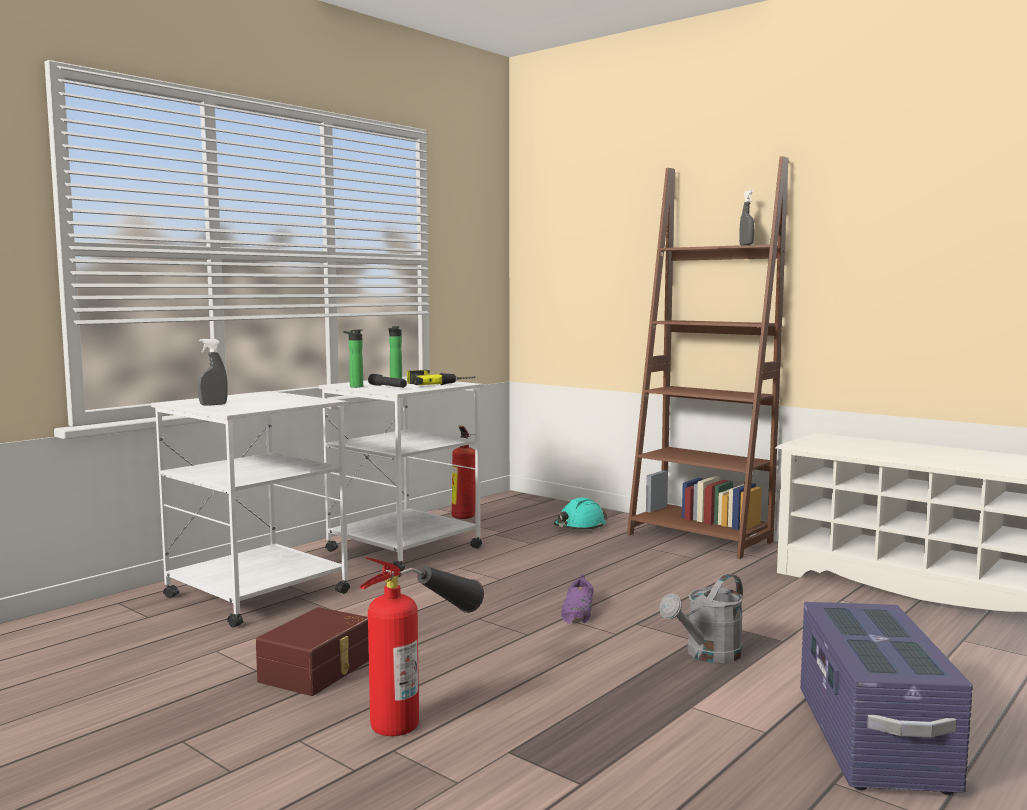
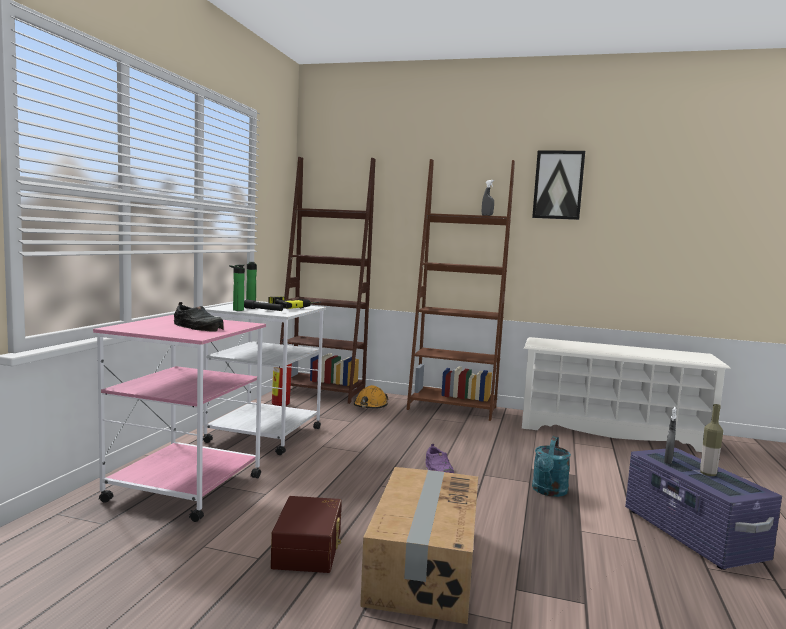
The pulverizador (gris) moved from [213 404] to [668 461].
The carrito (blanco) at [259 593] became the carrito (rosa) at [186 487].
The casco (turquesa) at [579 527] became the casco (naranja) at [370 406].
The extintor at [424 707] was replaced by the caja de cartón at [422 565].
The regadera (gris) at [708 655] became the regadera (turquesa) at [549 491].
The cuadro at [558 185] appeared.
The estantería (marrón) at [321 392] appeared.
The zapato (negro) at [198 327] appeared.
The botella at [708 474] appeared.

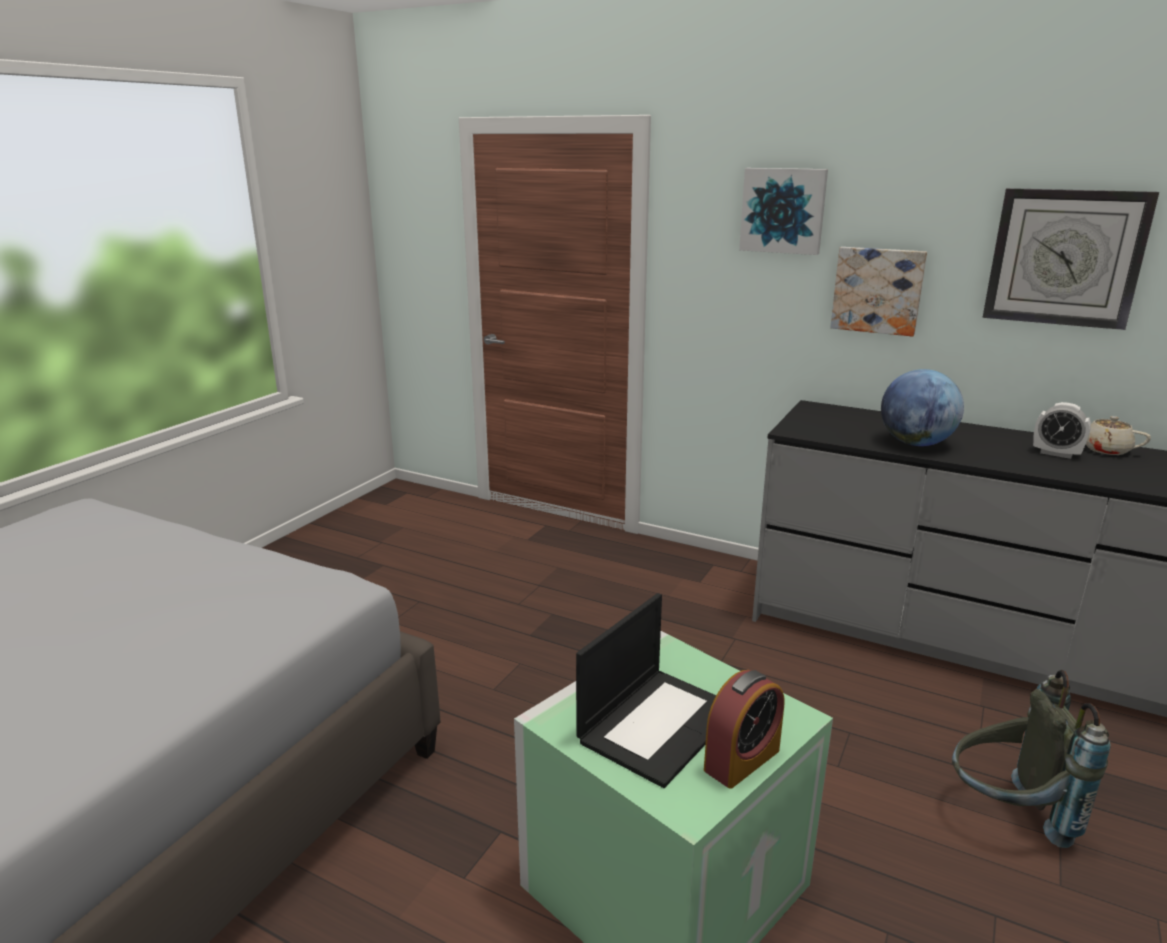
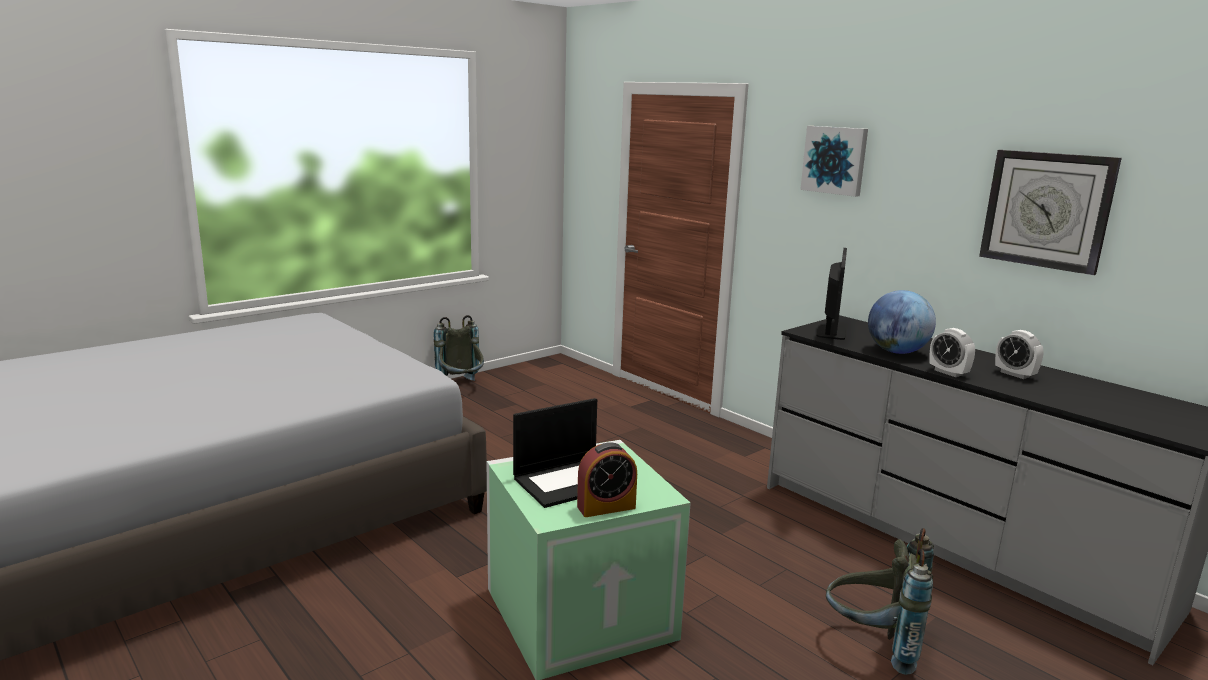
The cuadro at [878 290] disappeared.
The tetera (beis) at [1104 449] disappeared.
The monitor at [831 332] appeared.
The mochila (gris) at [461 387] appeared.
The despertador at [948 372] appeared.

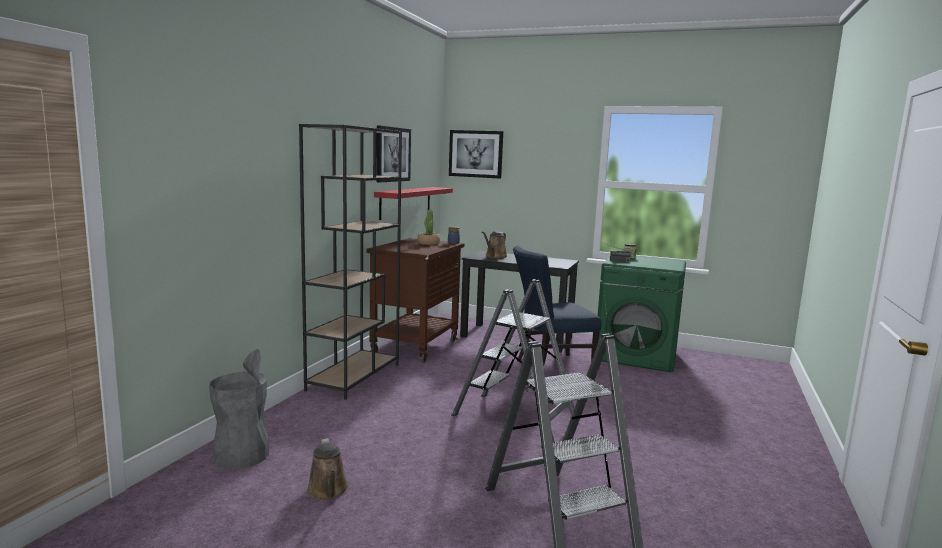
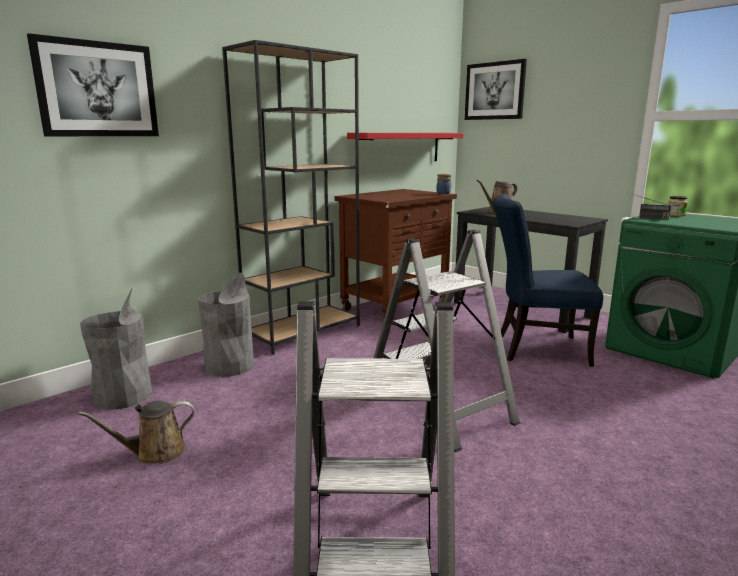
The cuadro moved from [392 154] to [97 89].
The planta en maceta at [428 243] disappeared.
The regadera (marrón) at [328 491] turned 60 degrees clockwise.
The papelera (gris) at [229 366] appeared.

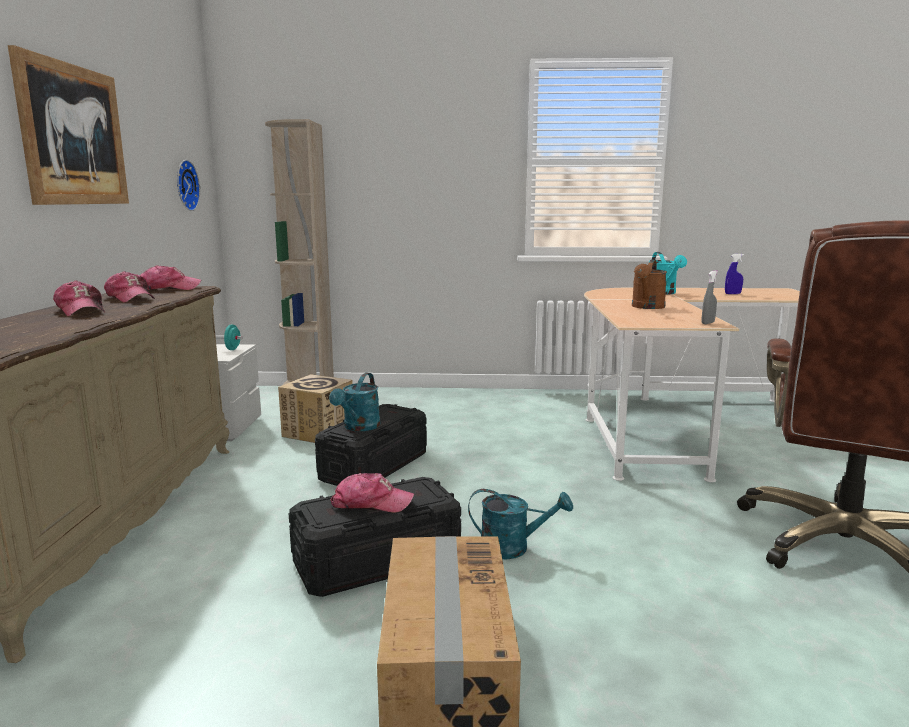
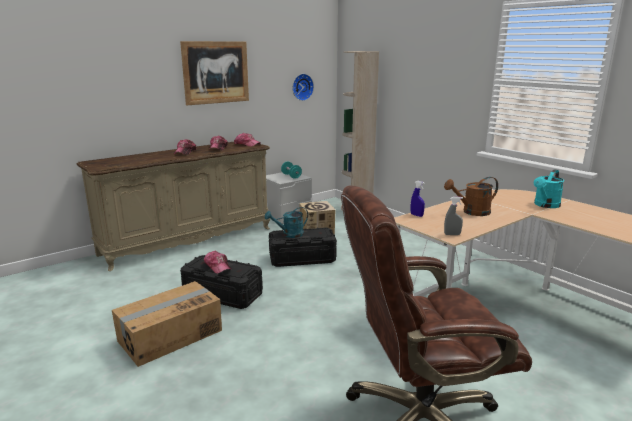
The pulverizador (azul) moved from [732 294] to [416 215].
The regadera (turquesa) at [513 548] disappeared.

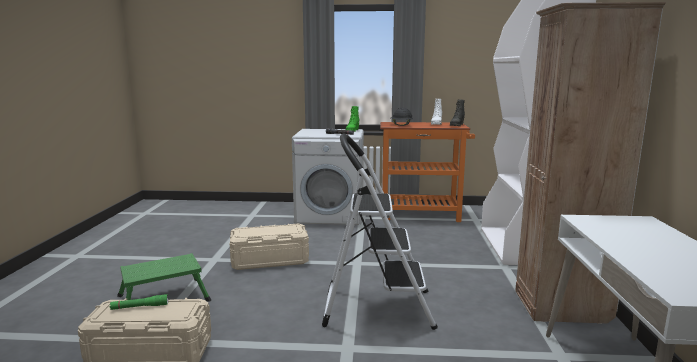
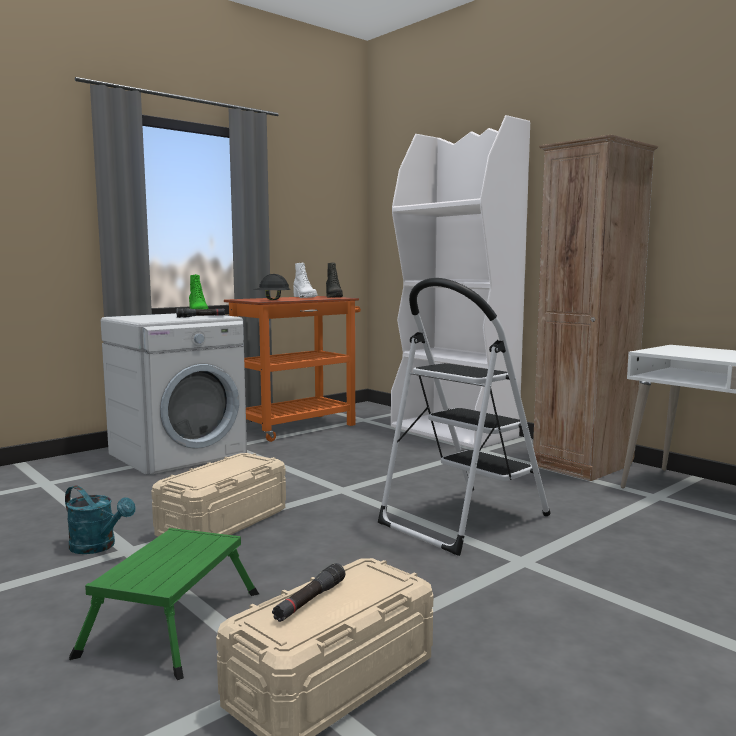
The linterna (verde) at [139 307] became the linterna (negro) at [309 601].
The regadera (turquesa) at [98 547] appeared.

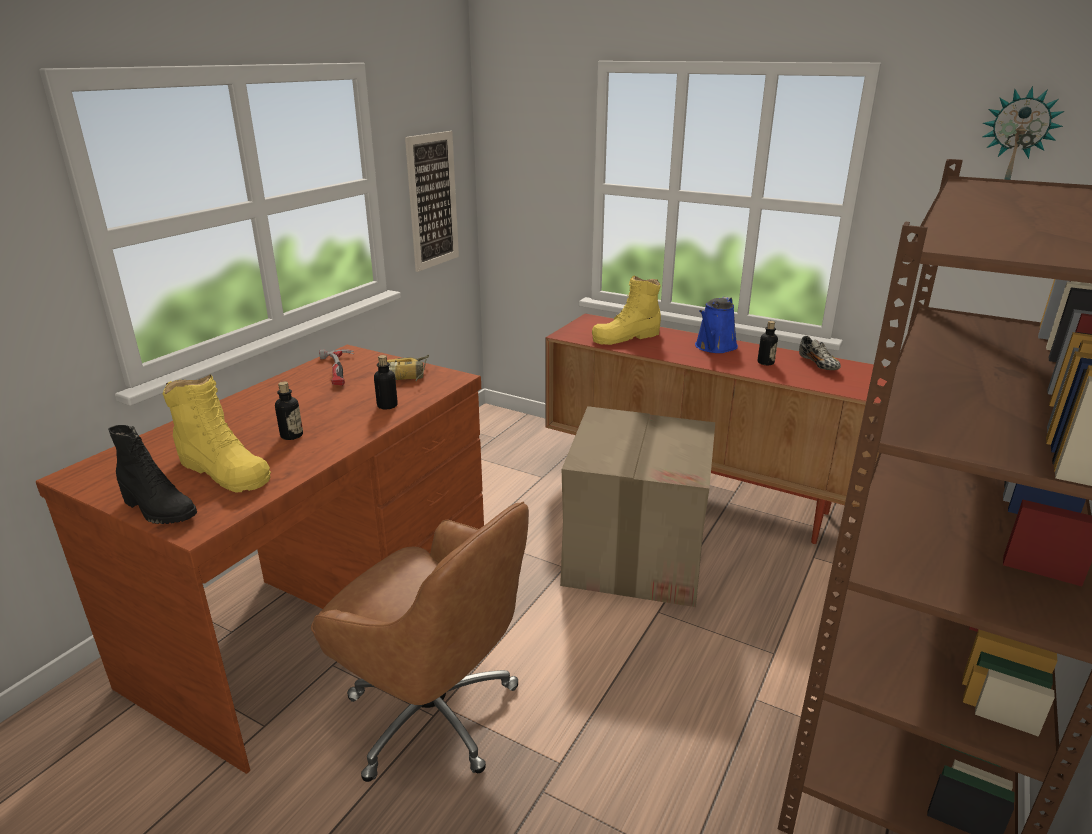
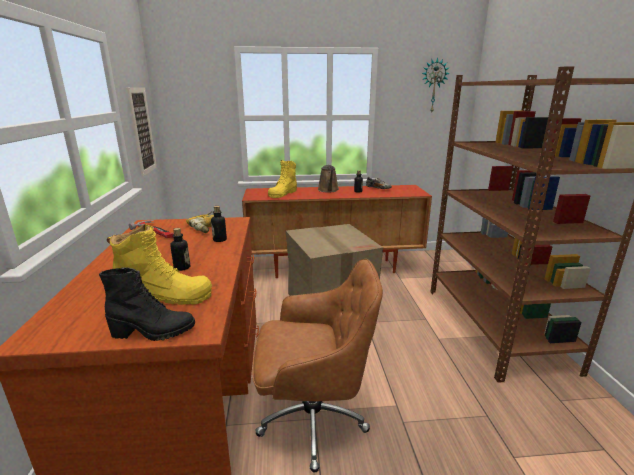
The regadera (azul) at [714 347] became the regadera (marrón) at [328 190].

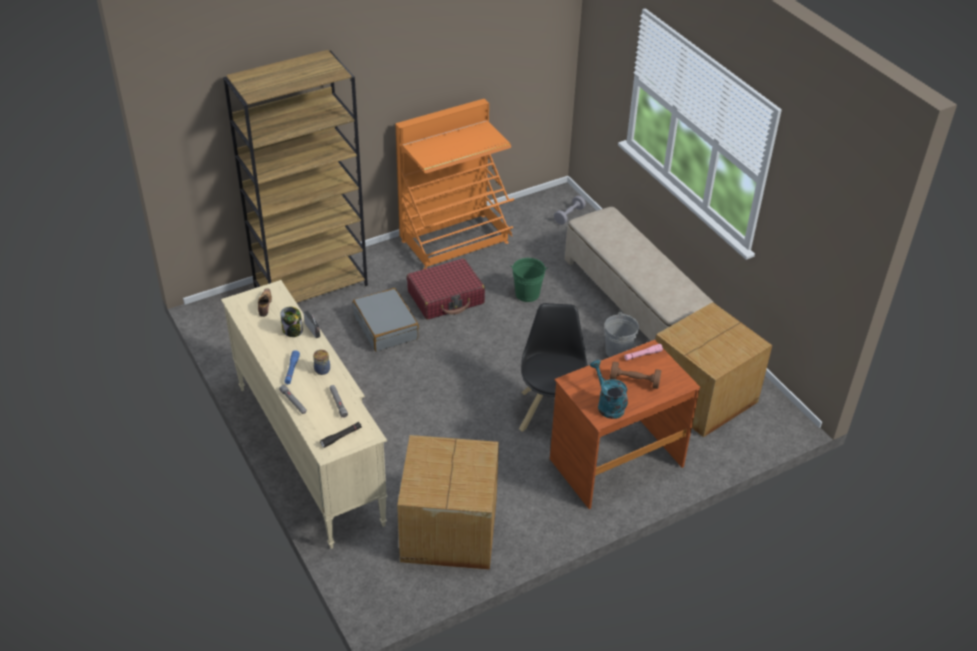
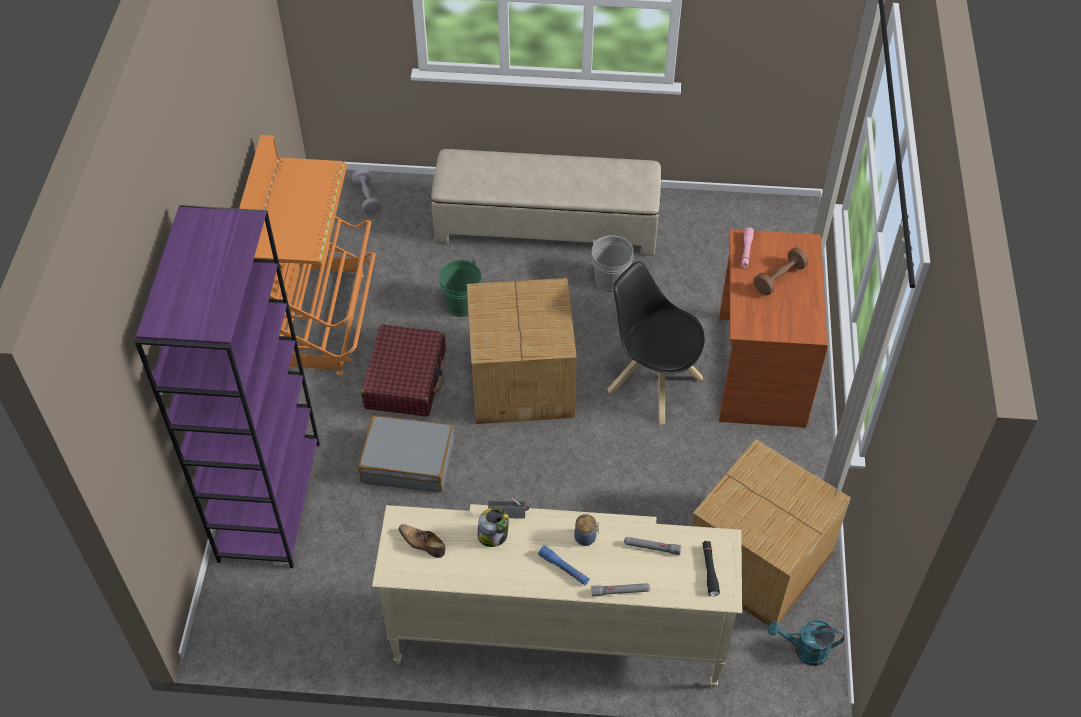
The estantería (marrón) at [311 285] became the estantería (morado) at [269 500].
The caja de cartón moved from [704 396] to [523 379].
The regadera (turquesa) moved from [607 405] to [804 650].

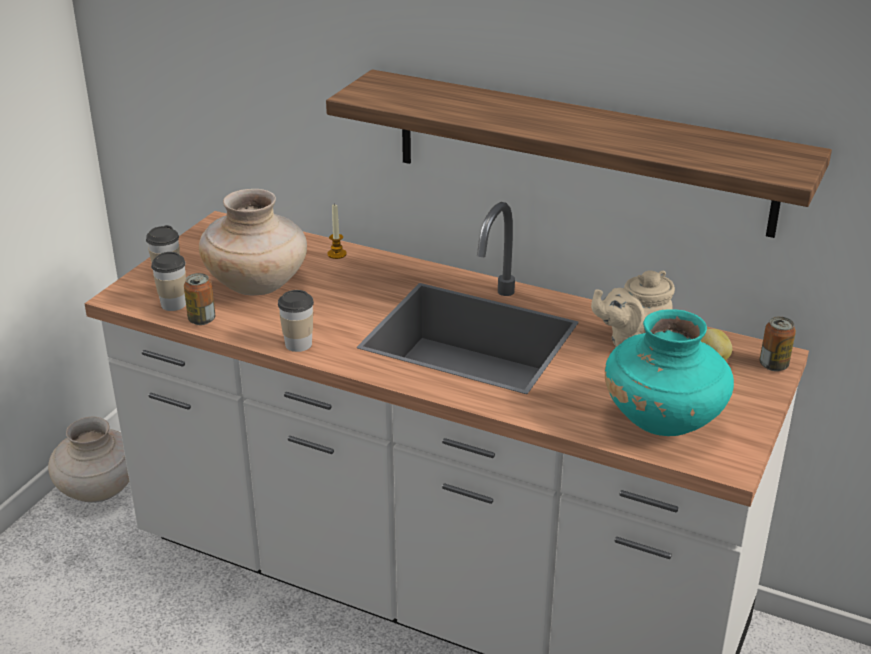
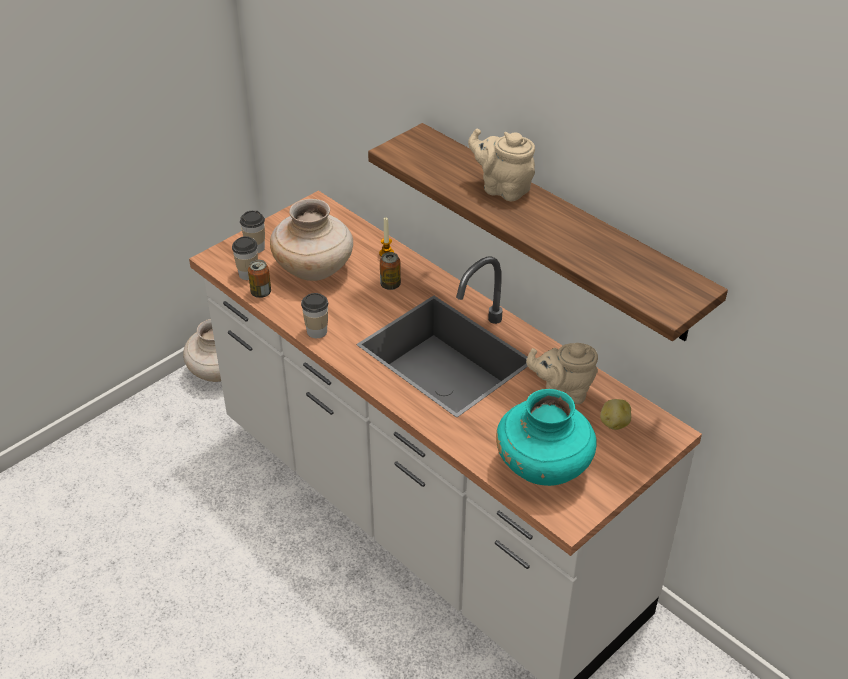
The lata moved from [773 365] to [390 285].
The tetera (beis) at [503 188] appeared.

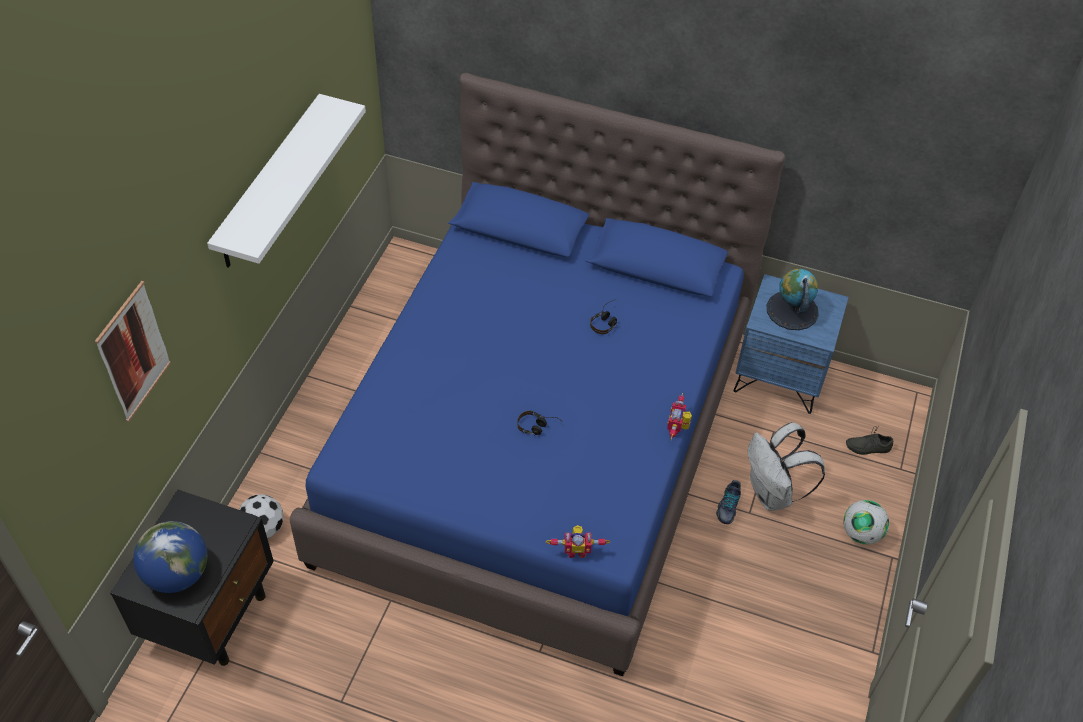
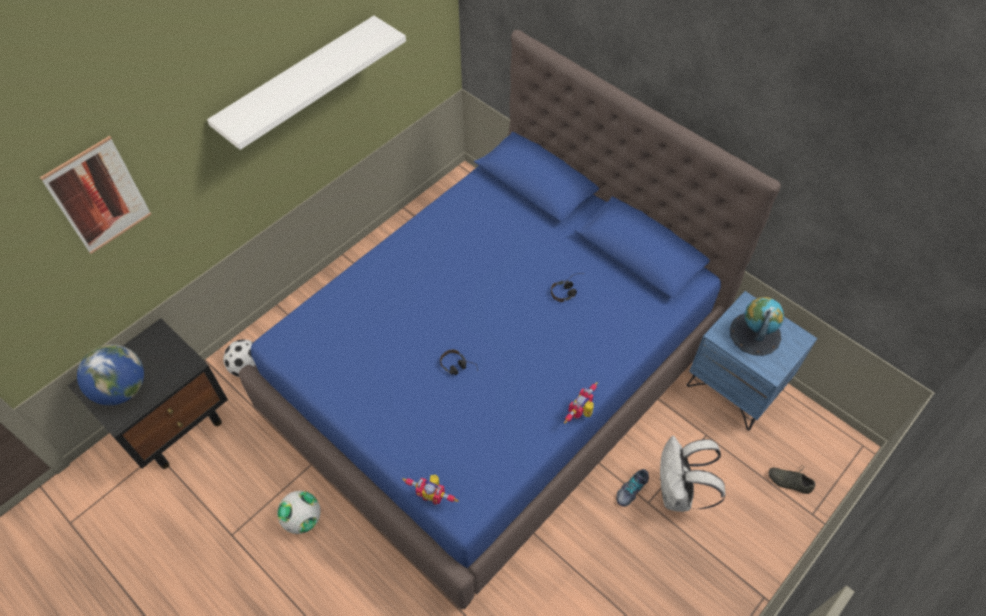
The balón de fútbol moved from [861 533] to [303 519].

